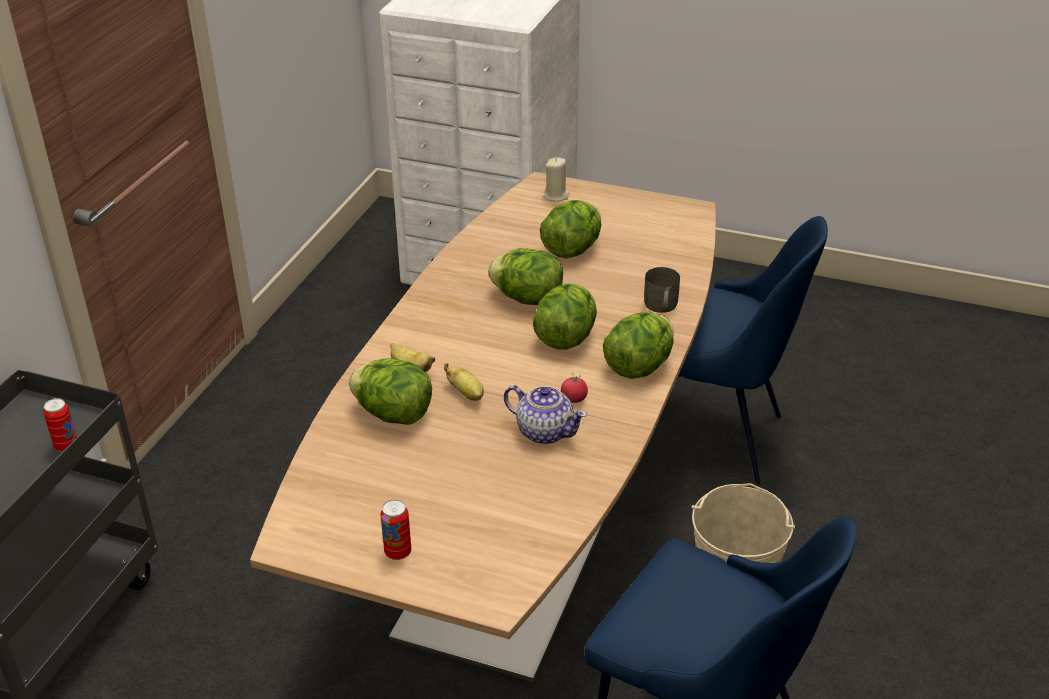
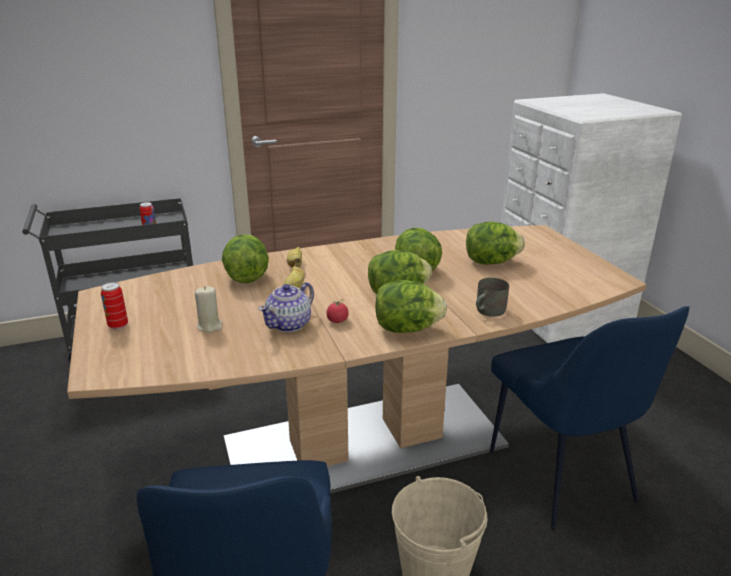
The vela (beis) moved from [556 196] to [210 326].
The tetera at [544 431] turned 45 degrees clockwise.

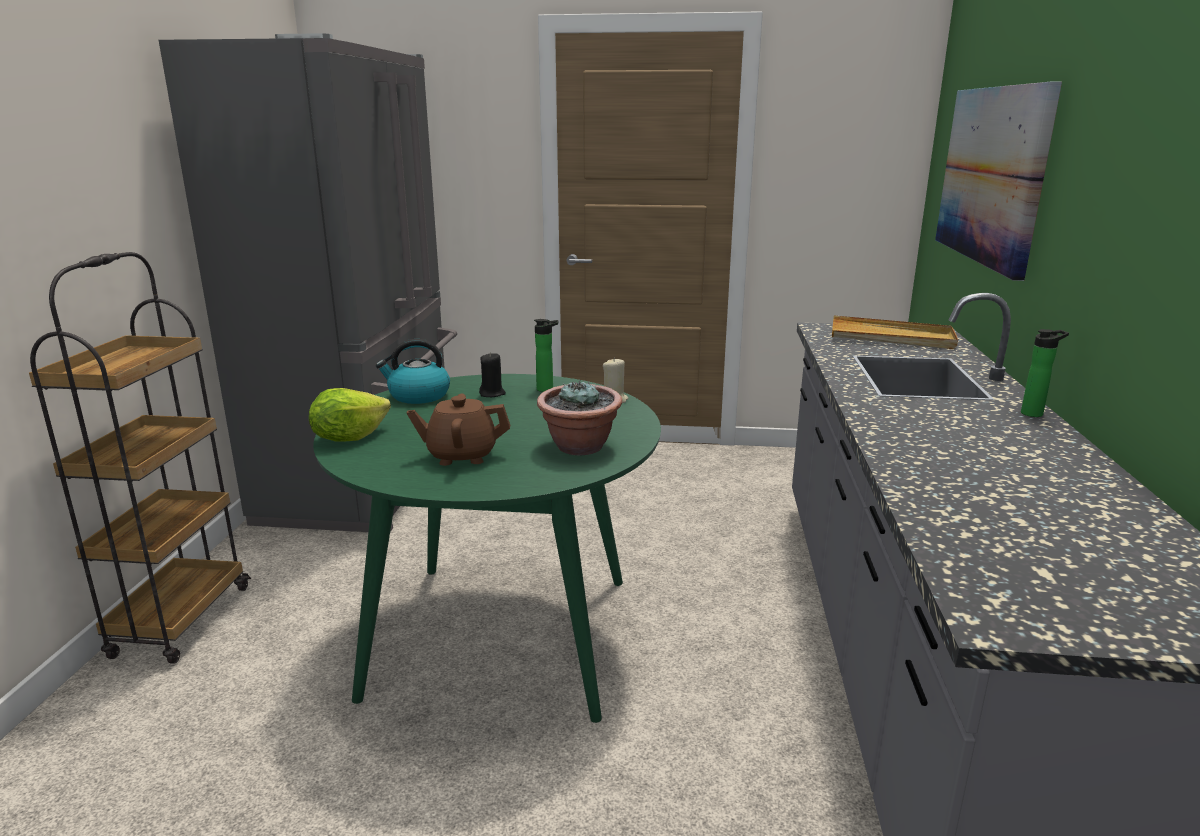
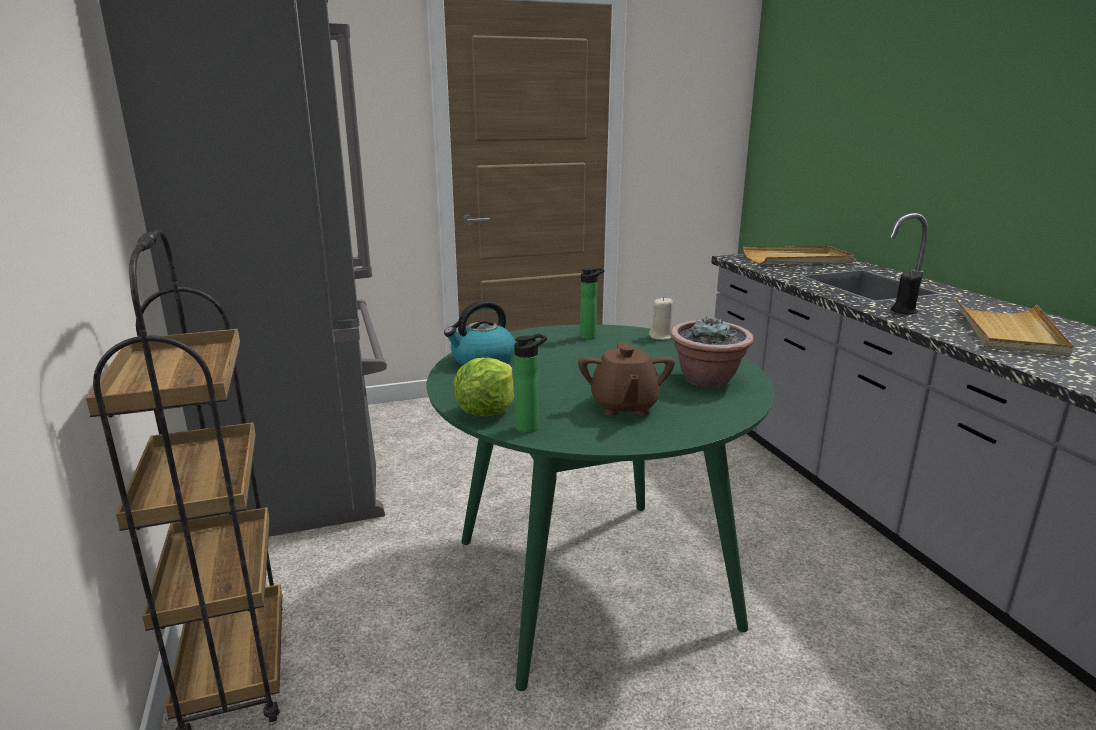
The cuadro at [992 175] disappeared.
The botella moved from [1034 413] to [530 427].
The vela (negro) moved from [492 394] to [903 311].
The tetera (marrón) at [461 456] turned 60 degrees counterclockwise.
The bandeja (beis) at [1008 332] appeared.

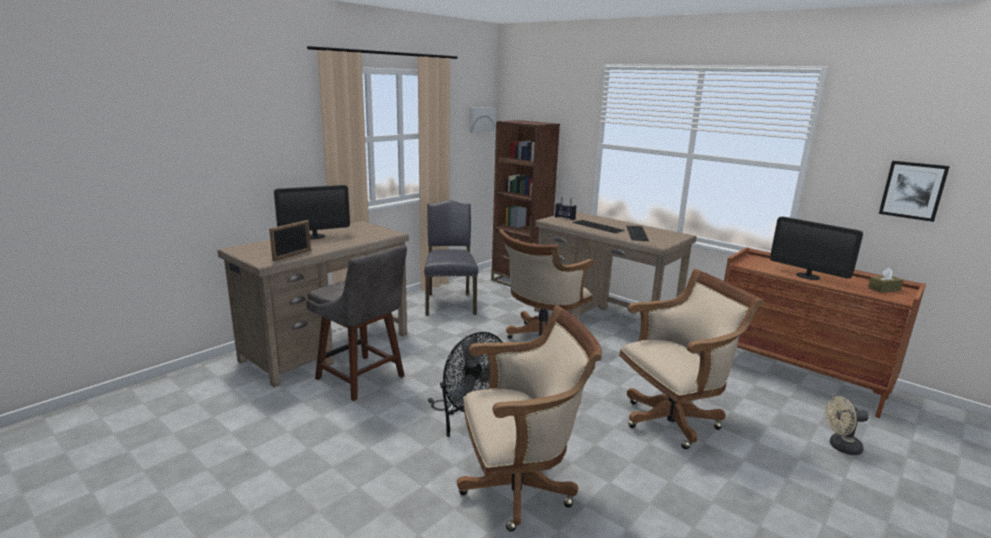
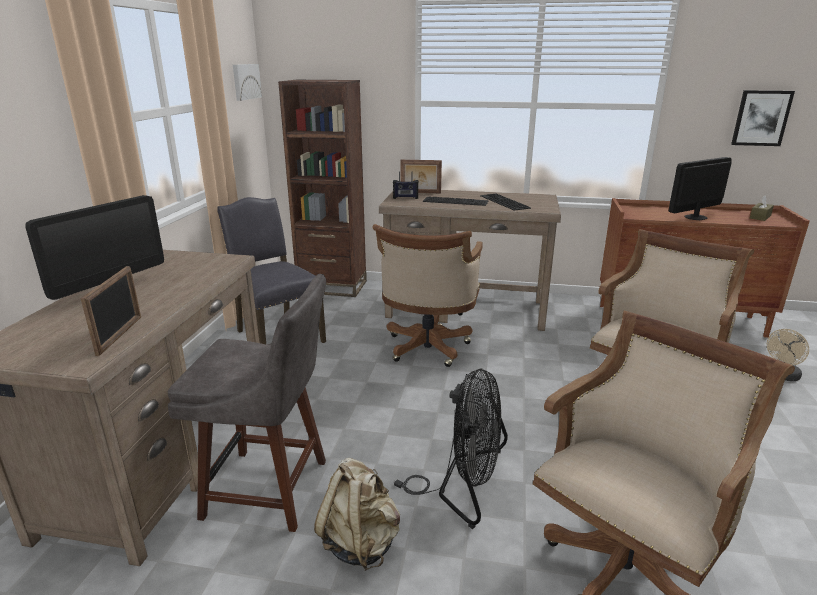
The monitor at [808 276] turned 135 degrees clockwise.
The portarretratos at [420 193] appeared.
The mochila (beis) at [361 543] appeared.

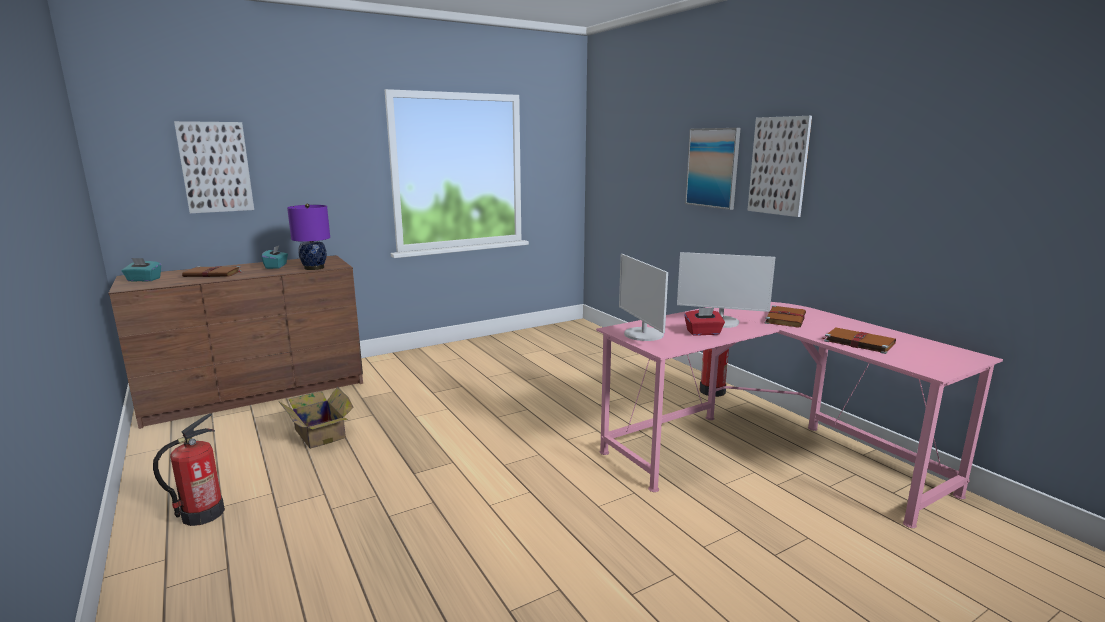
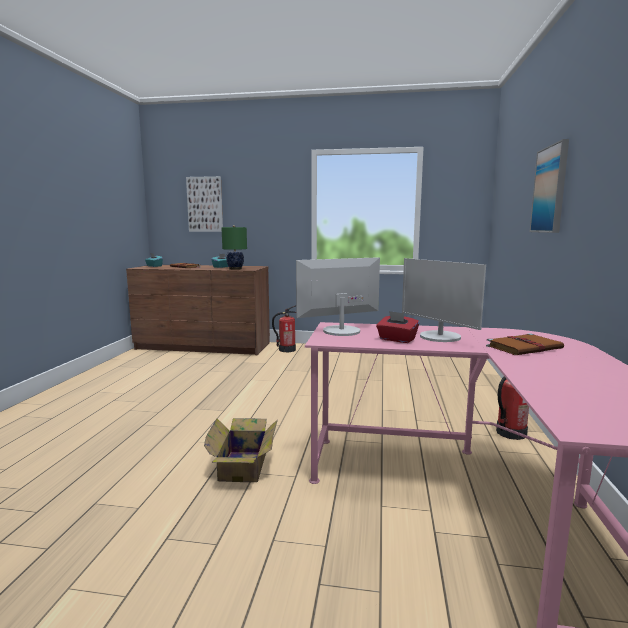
The cuadro at [779 166] disappeared.
The lámpara de mesa (morado) at [314 268] became the lámpara de mesa (verde) at [235 269].
The monitor at [643 334] turned 45 degrees clockwise.
The libro (marrón) at [858 342] disappeared.
The caja de cartón moved from [319 432] to [244 465].
The extintor moved from [202 514] to [287 350].

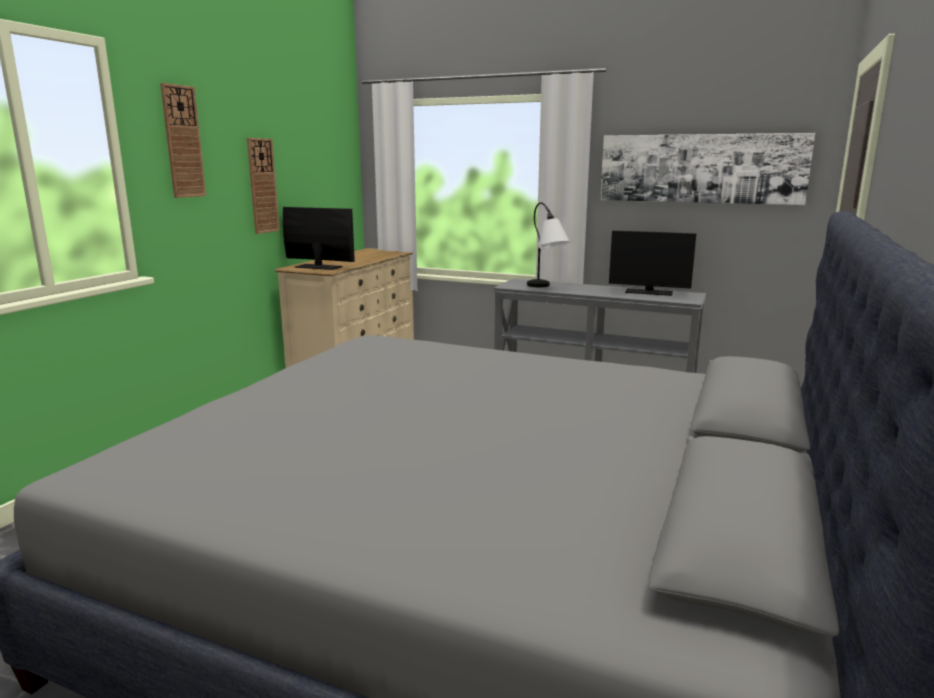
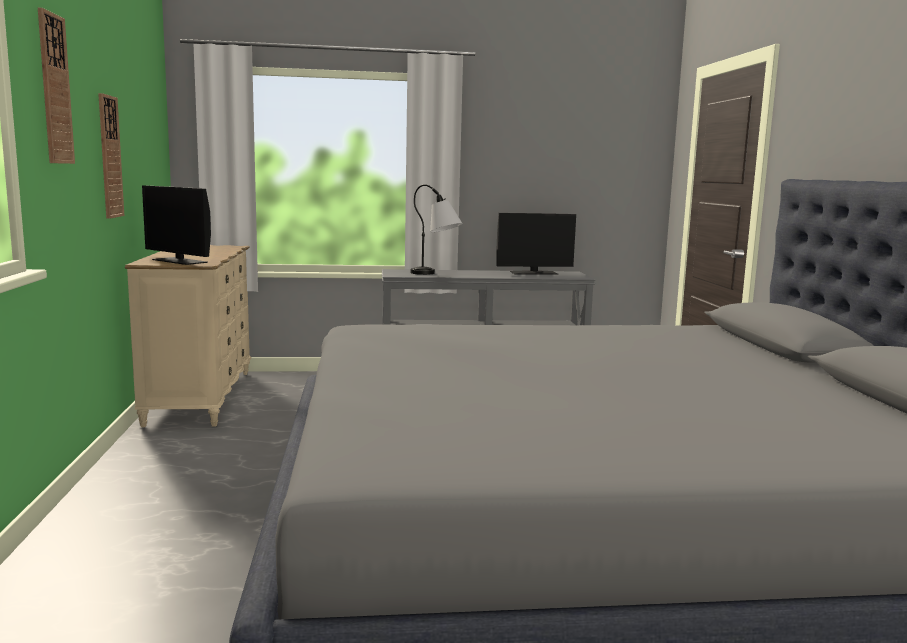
The cuadro at [700 168] disappeared.
The monitor at [318 267] turned 135 degrees counterclockwise.

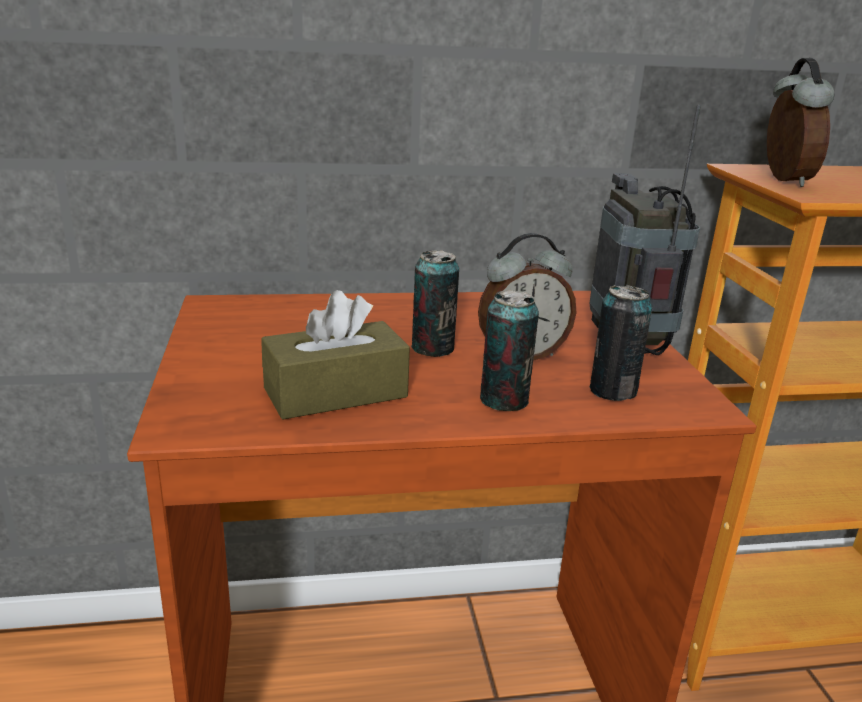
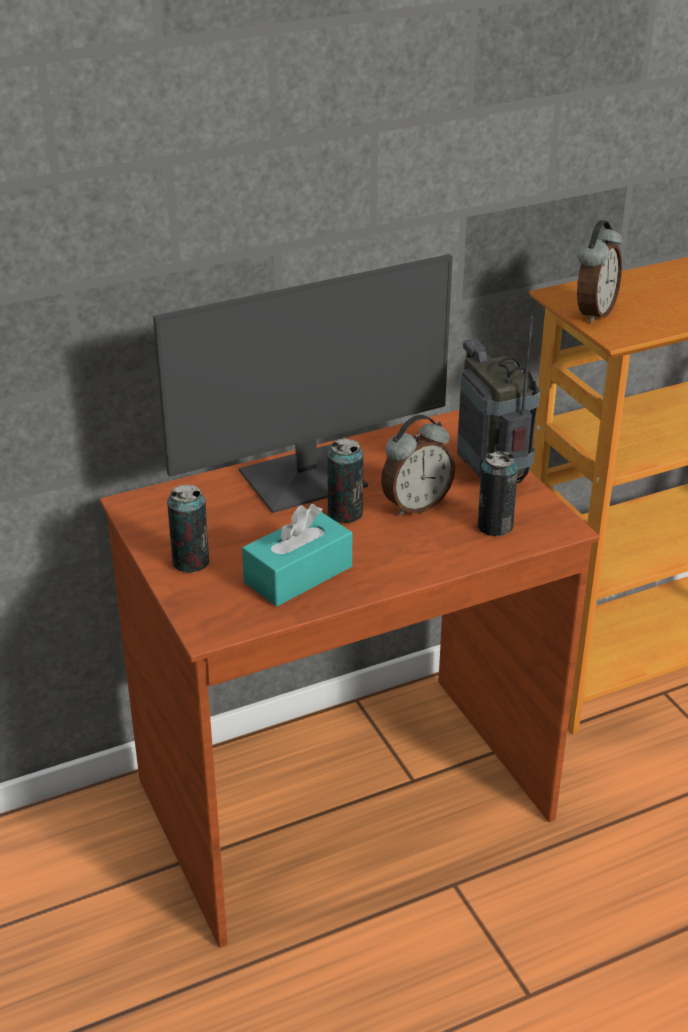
The despertador at [782 180] turned 45 degrees clockwise.
The caja de pañuelos (marrón) at [335 393] became the caja de pañuelos (turquesa) at [298 574].
The lata moved from [504 400] to [190 562].
The monitor at [305 480] appeared.

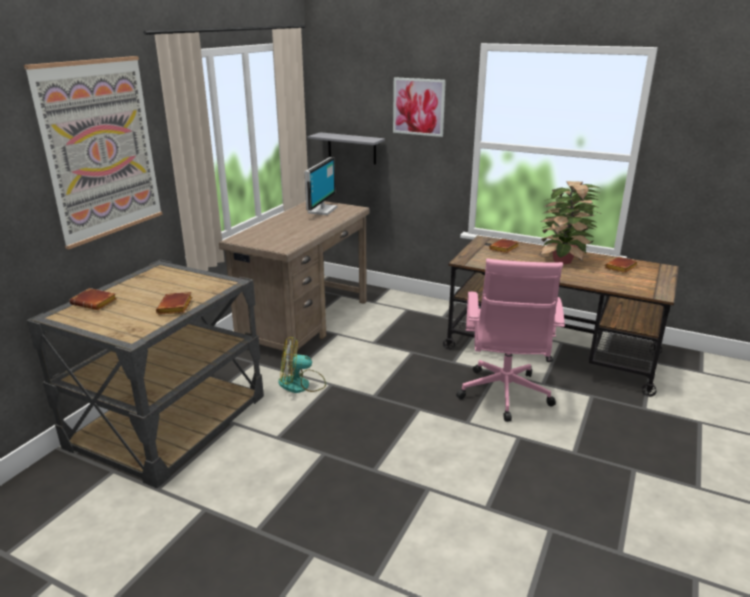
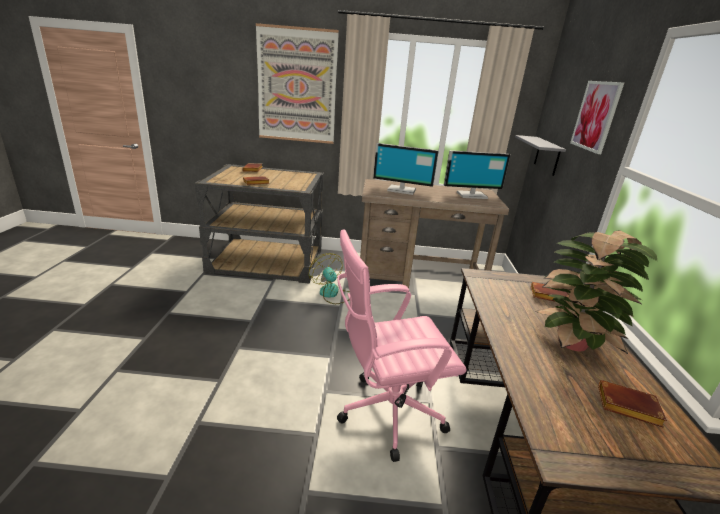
The monitor at [401 190] appeared.

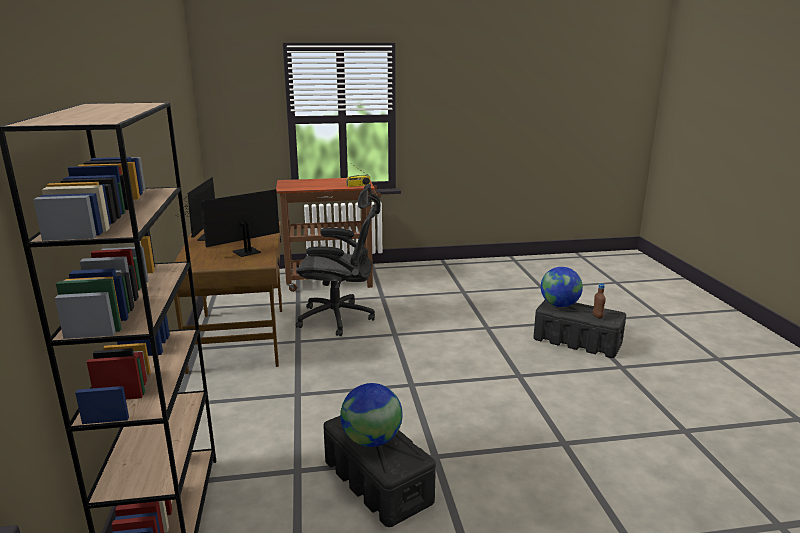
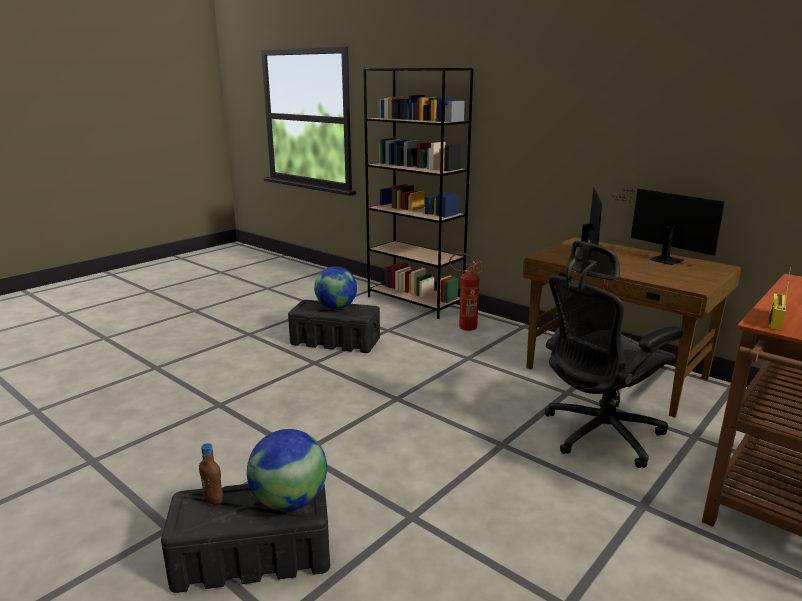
The extintor at [463 328] appeared.

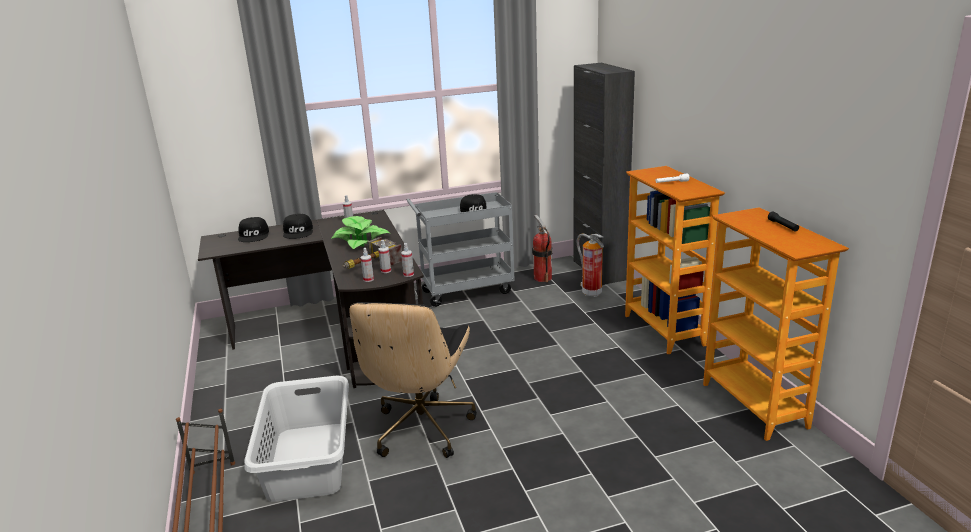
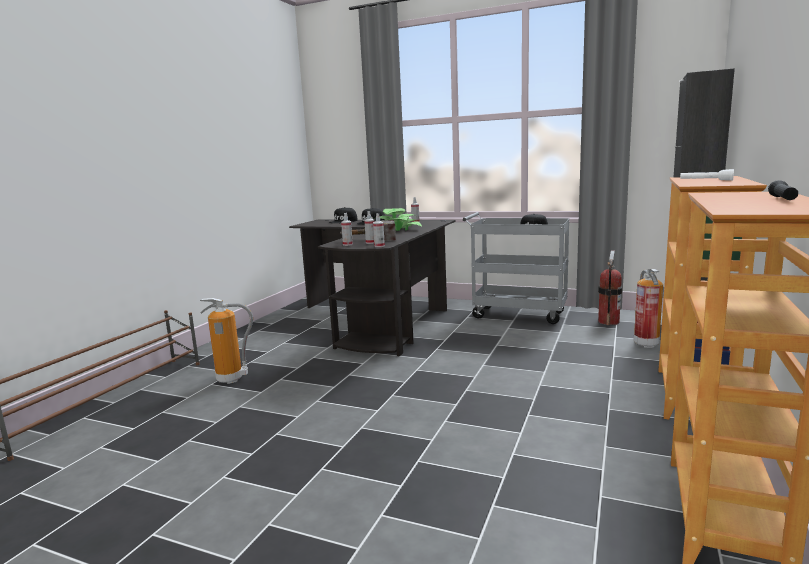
The silla de oficina (negro) at [421 431] disappeared.
The cesto de la ropa (gris) at [307 461] was replaced by the extintor at [231 379].

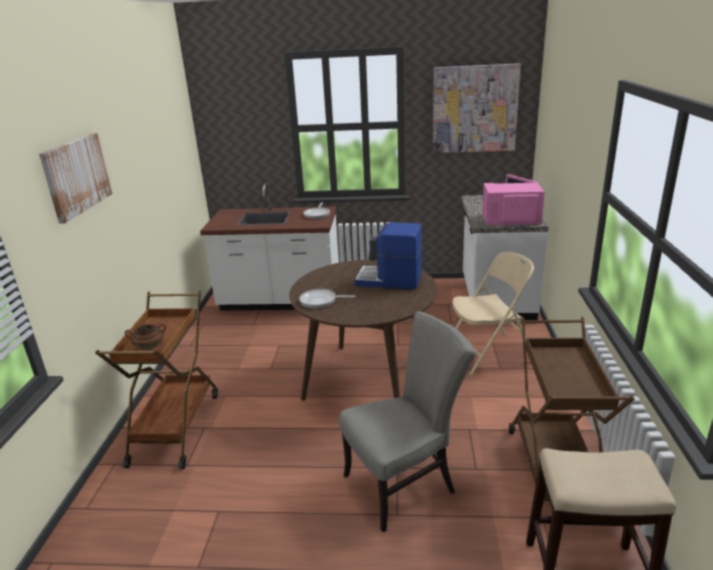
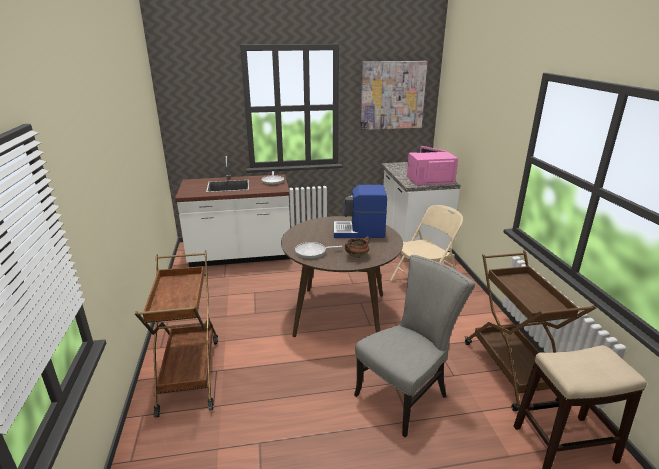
The cuadro at [77 175] disappeared.
The olla (marrón) moved from [150 347] to [357 255].

